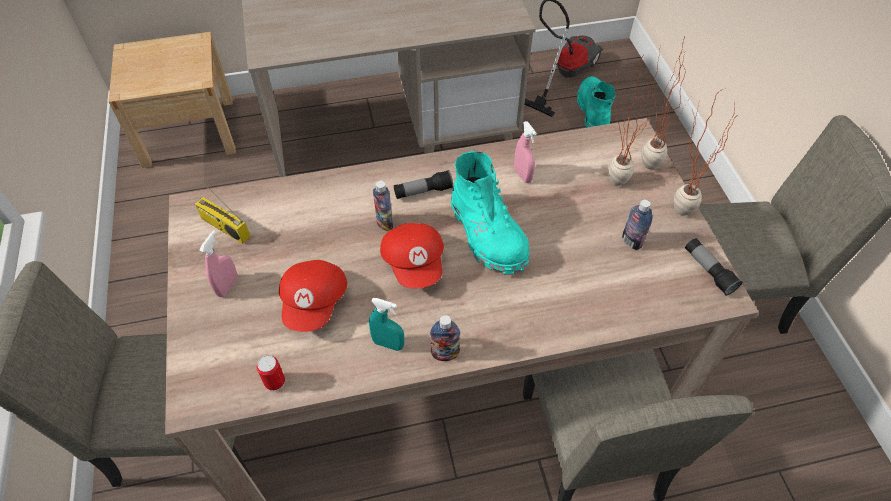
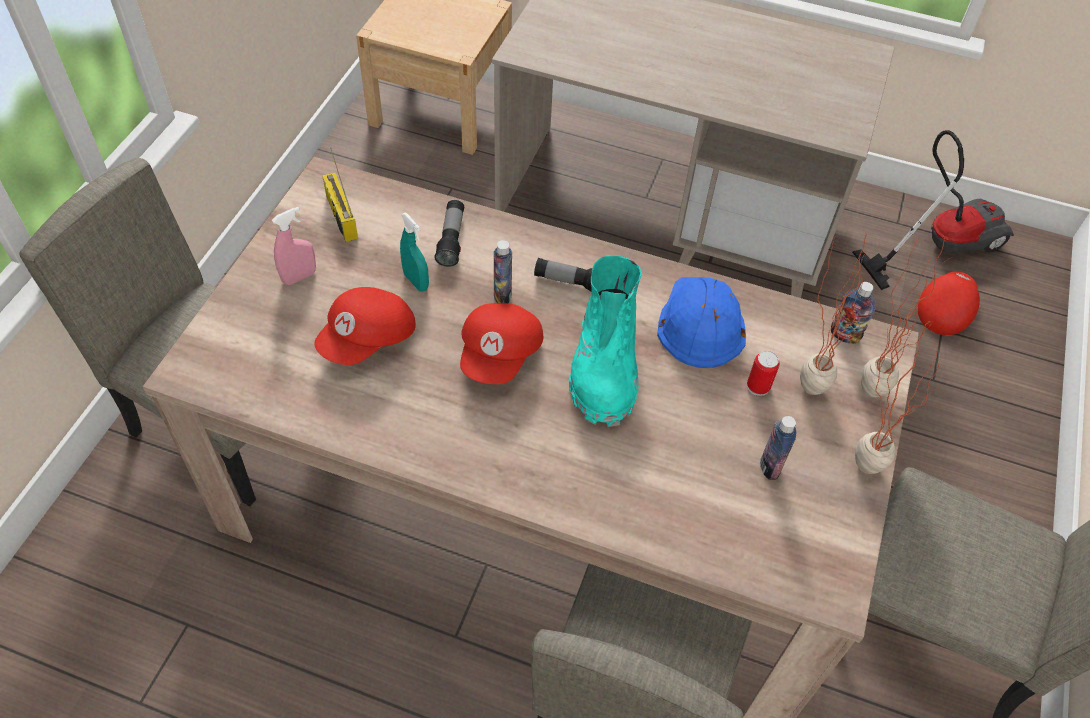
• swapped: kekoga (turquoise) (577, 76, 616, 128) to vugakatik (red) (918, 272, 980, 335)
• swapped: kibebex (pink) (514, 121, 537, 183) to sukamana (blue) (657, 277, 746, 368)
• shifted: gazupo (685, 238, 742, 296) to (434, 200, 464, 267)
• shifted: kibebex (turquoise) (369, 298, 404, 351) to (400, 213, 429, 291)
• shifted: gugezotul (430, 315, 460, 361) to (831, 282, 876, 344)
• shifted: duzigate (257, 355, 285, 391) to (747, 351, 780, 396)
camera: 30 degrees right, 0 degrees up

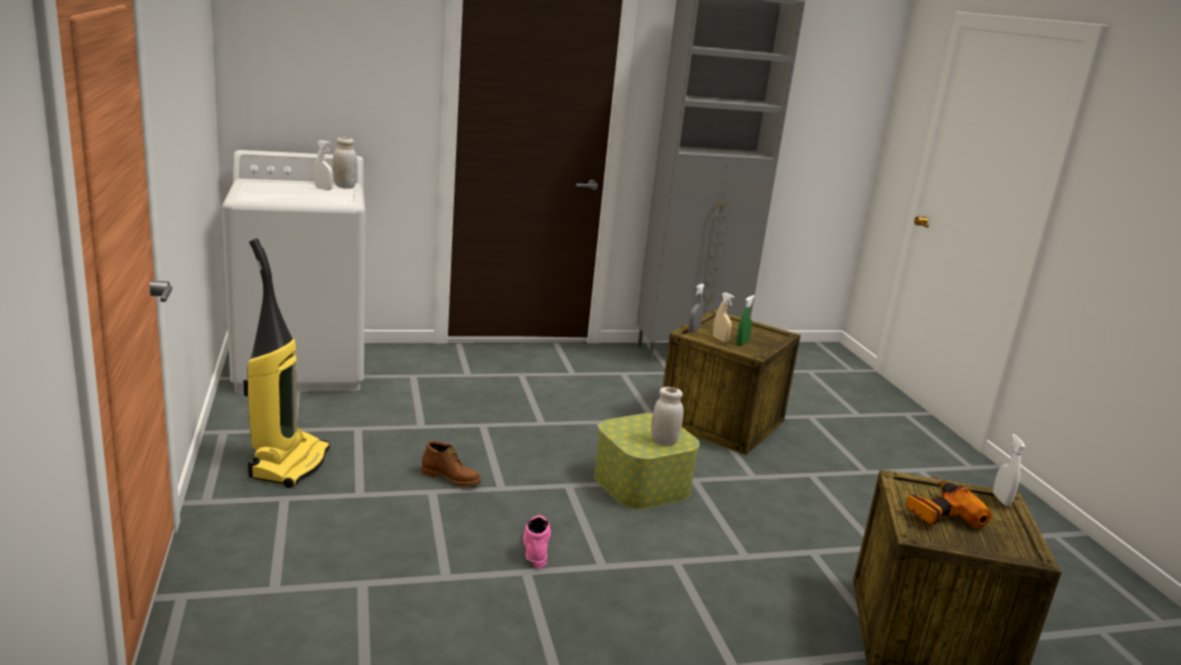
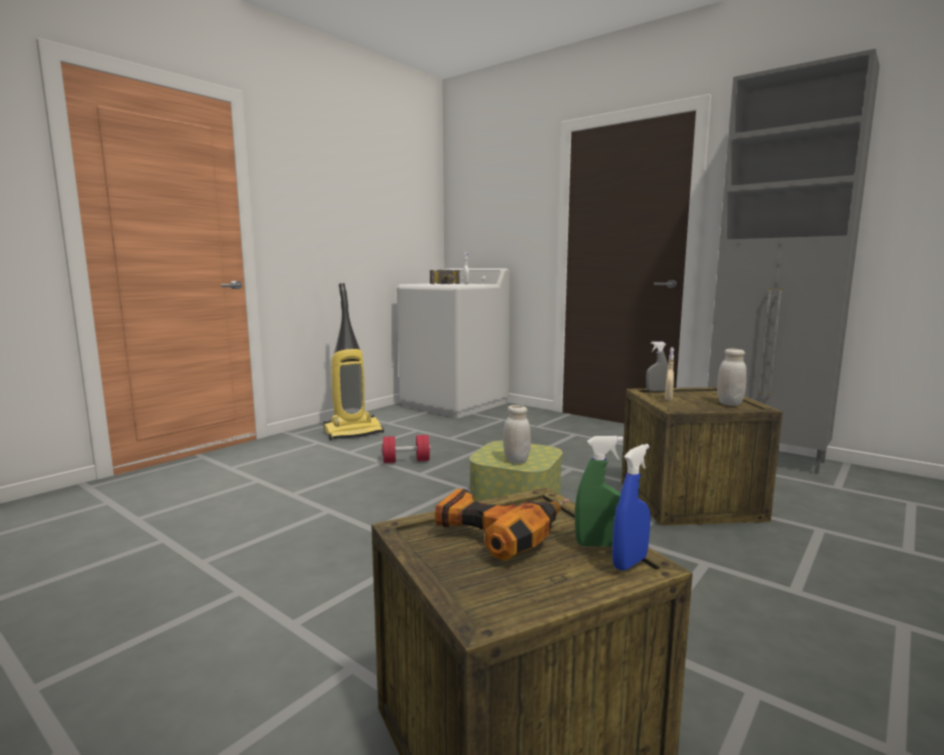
• shifted: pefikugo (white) (332, 137, 358, 189) to (717, 349, 747, 406)
• shifted: kibebex (green) (736, 295, 755, 345) to (575, 436, 624, 546)
• repainted: kibebex (white) (993, 434, 1025, 506) to kibebex (blue) (612, 444, 651, 570)
• swapped: kekoga (brown) (421, 441, 481, 486) to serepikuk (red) (381, 435, 431, 463)
• gone: kekoga (pink) (523, 515, 551, 569)
• new: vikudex (430, 270, 460, 284)
camera: 55 degrees right, 10 degrees down

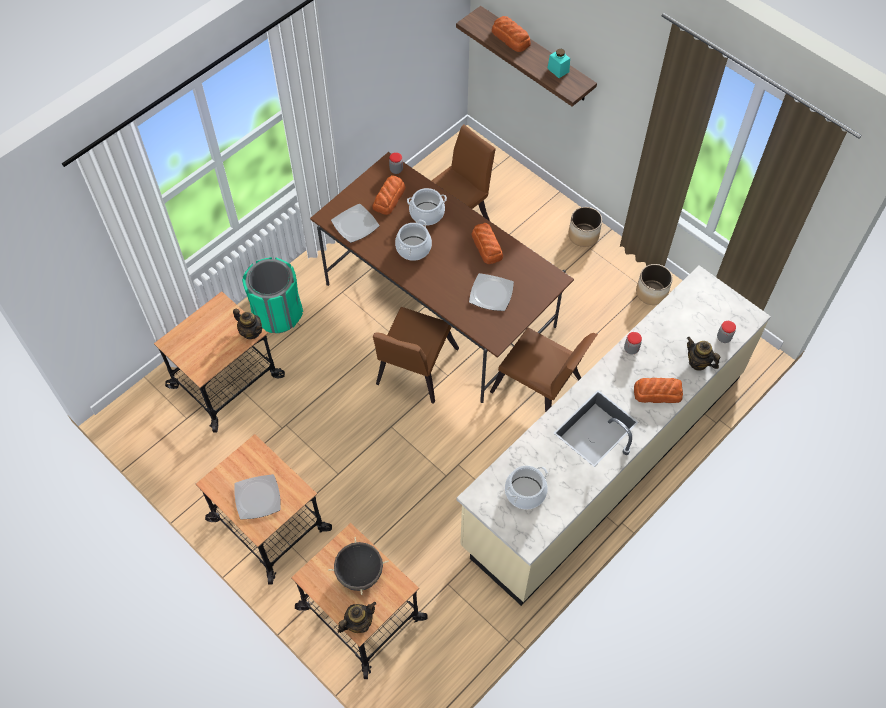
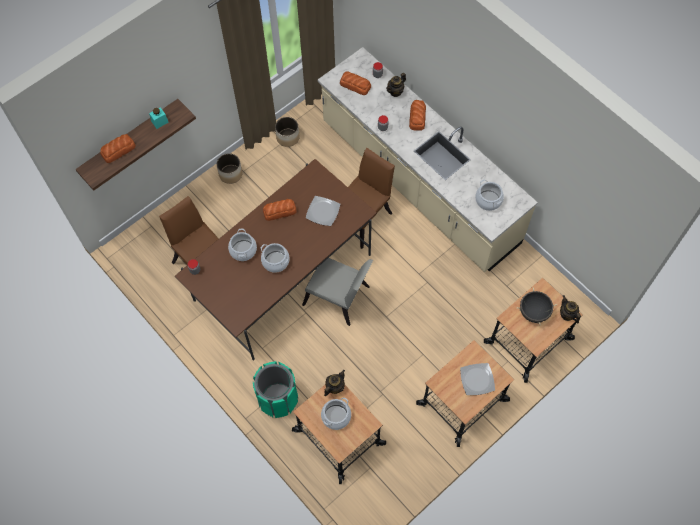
• shifted: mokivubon (372, 175, 405, 215) to (340, 71, 371, 95)
• gone: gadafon (331, 204, 380, 243)
• repainted: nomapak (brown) (373, 307, 459, 404) to nomapak (grey) (302, 258, 373, 326)
• new: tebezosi (321, 398, 351, 430)
camera: 85 degrees left, 5 degrees up

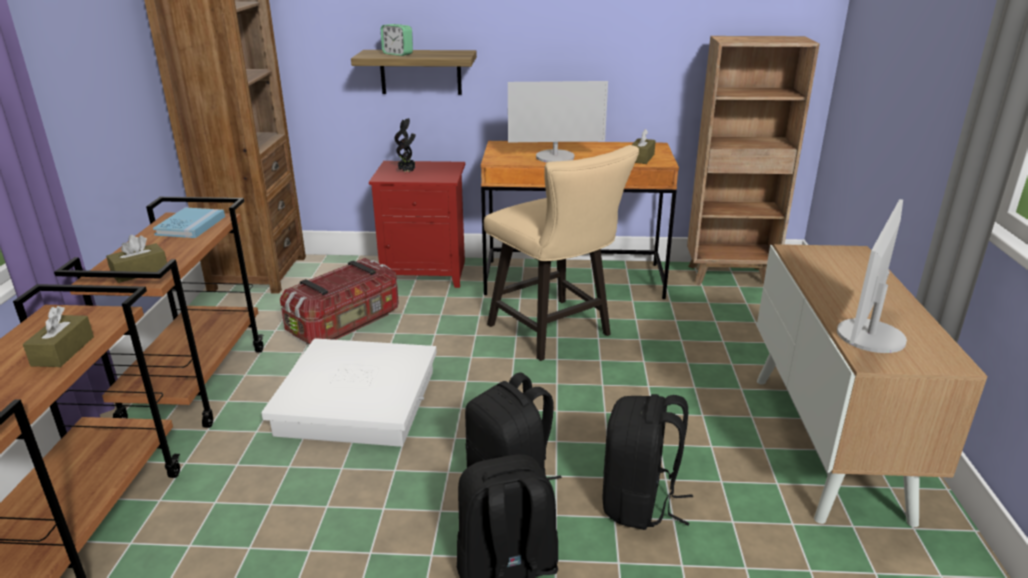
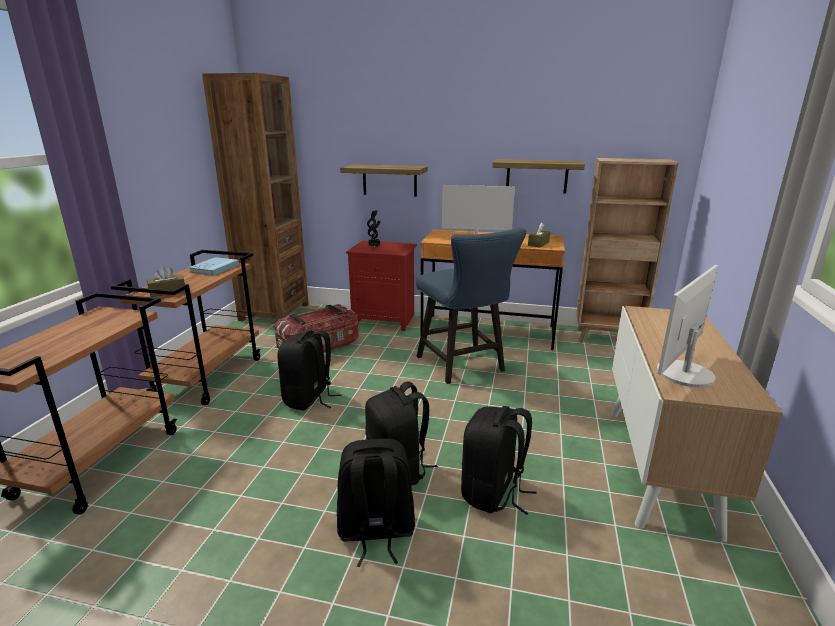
• gone: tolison (381, 24, 413, 56)
• repainted: nomapak (beige) (484, 145, 639, 361) to nomapak (blue) (416, 228, 527, 384)
• gone: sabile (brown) (23, 306, 94, 367)
• swapped: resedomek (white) (261, 338, 437, 447) to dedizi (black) (277, 330, 341, 411)
• new: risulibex (492, 159, 585, 194)
camera: 10 degrees right, 5 degrees down

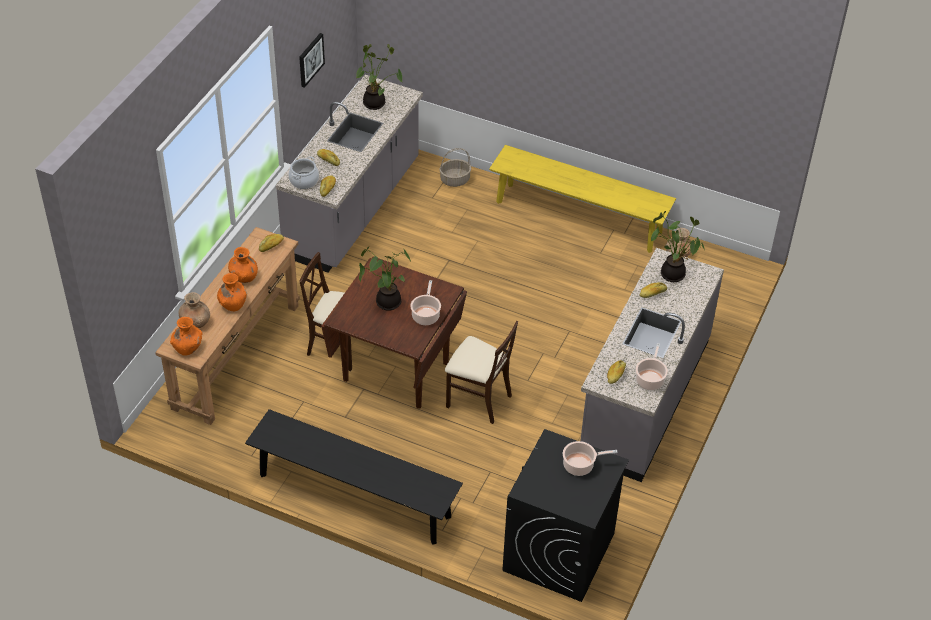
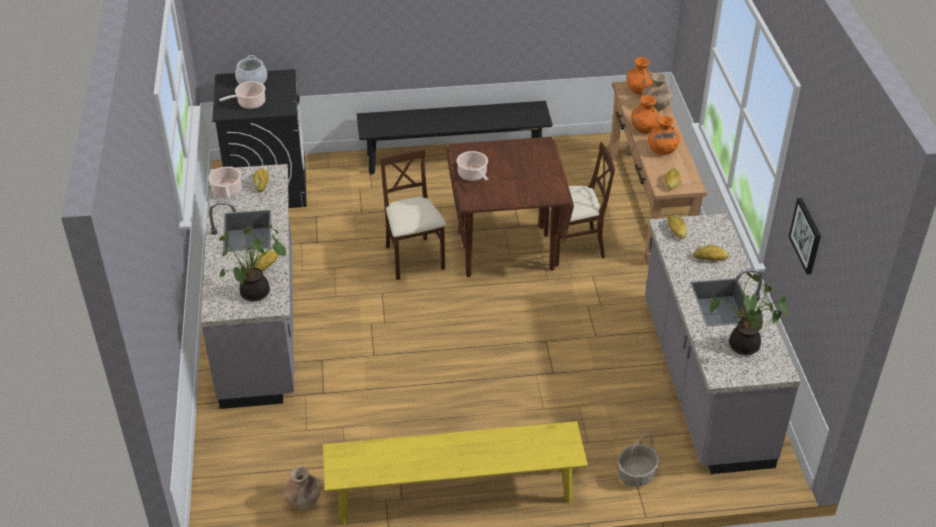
• shifted: tebezosi (288, 156, 319, 189) to (235, 55, 267, 84)
• gone: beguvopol (359, 247, 412, 311)
• rotated: nomapak (beige) (445, 321, 518, 424) = (379, 149, 446, 280) 75 degrees clockwise
camera: 150 degrees right, 5 degrees down

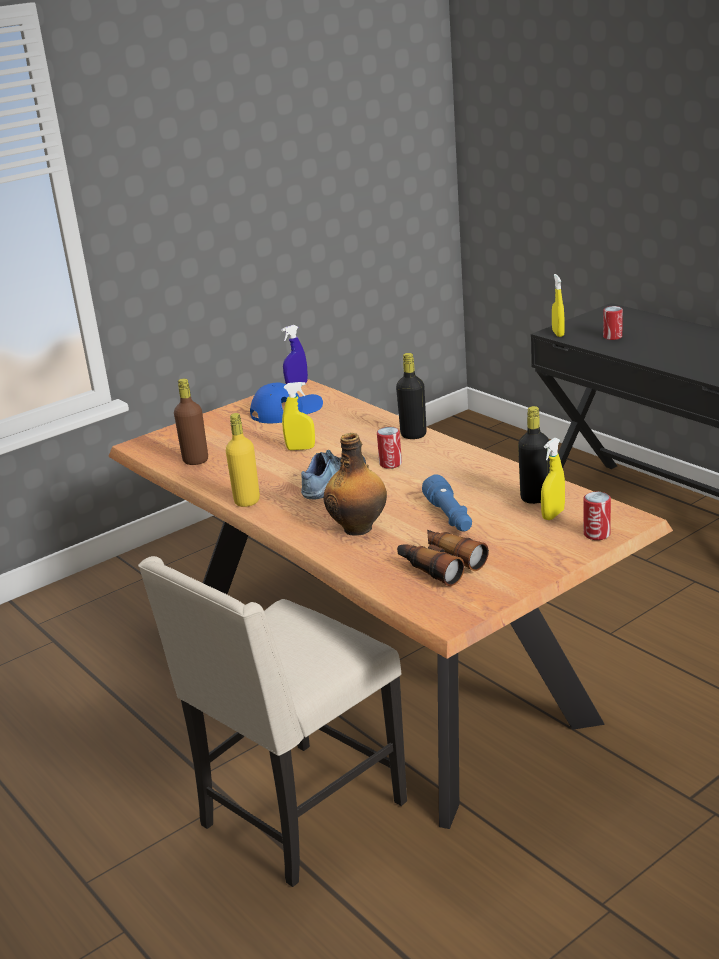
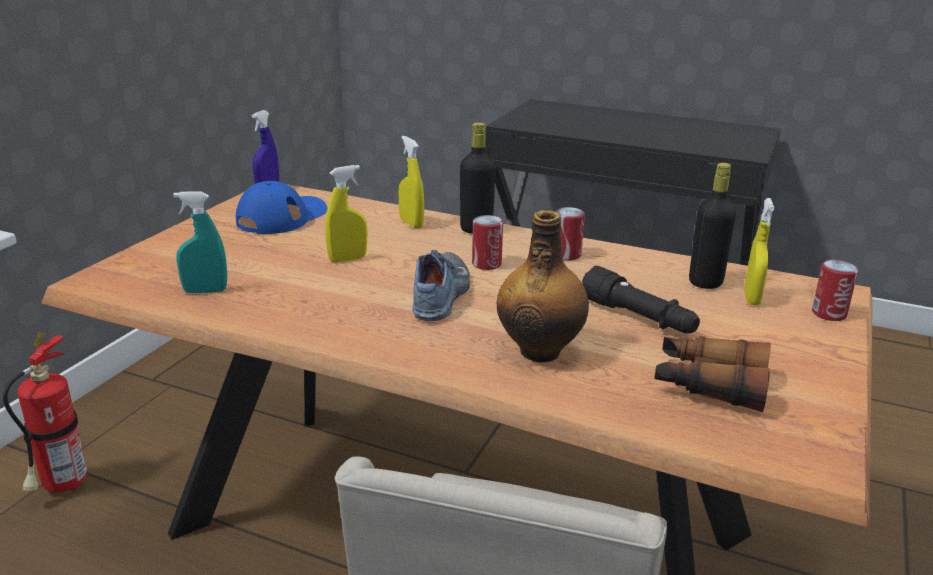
• shifted: kibebex (yellow) (552, 274, 564, 337) to (398, 136, 424, 228)
• shifted: duzigate (603, 306, 623, 340) to (556, 207, 585, 260)
• swapped: gugezotul (brown) (174, 379, 208, 465) to kibebex (turquoise) (173, 191, 227, 293)
• gone: gugezotul (yellow) (226, 413, 260, 507)
• repainted: gazupo (blue) (422, 474, 472, 531) to gazupo (black) (582, 266, 700, 334)
• new: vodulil (3, 333, 87, 494)
camera: 30 degrees left, 0 degrees up

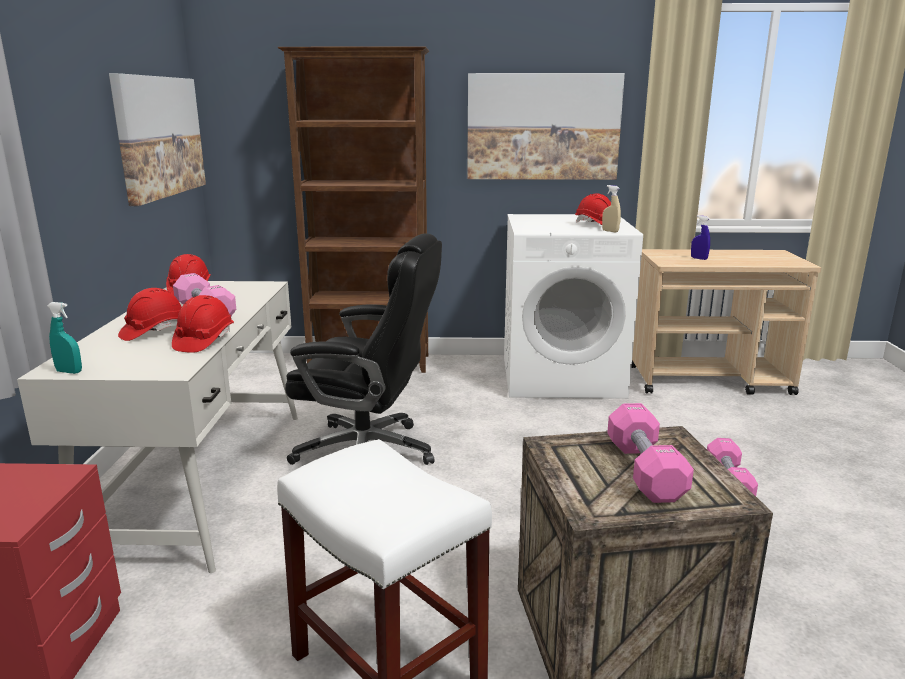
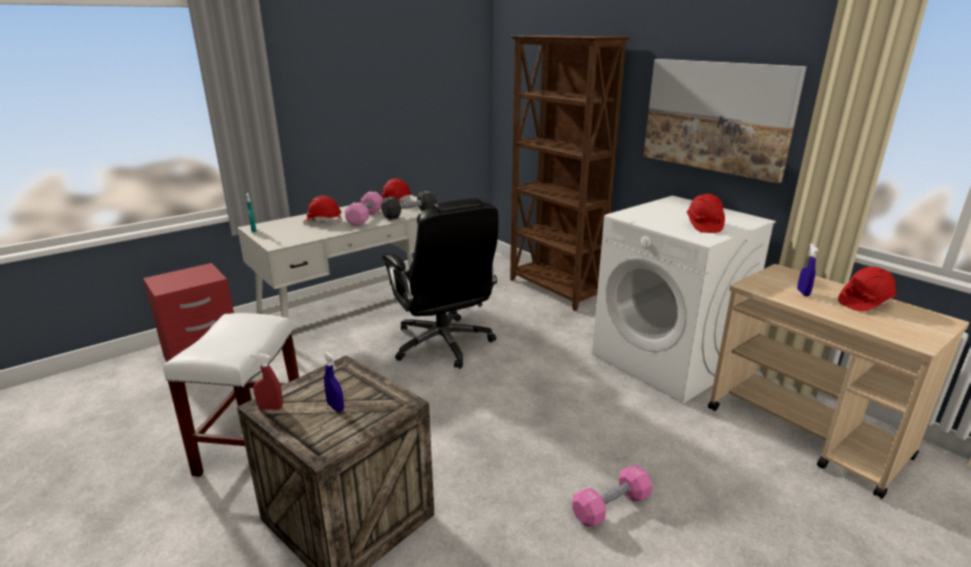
• gone: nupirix (109, 73, 206, 206)
• gone: kibebex (beige) (602, 185, 621, 232)
• shifted: sukamana (red) (172, 295, 234, 353) to (838, 267, 897, 311)
• swapped: serepikuk (pink) (607, 403, 694, 503) to kibebex (blue) (324, 352, 344, 412)
• new: serepikuk (black) (381, 191, 437, 220)
• new: kibebex (red) (250, 354, 283, 410)
camera: 50 degrees right, 5 degrees up

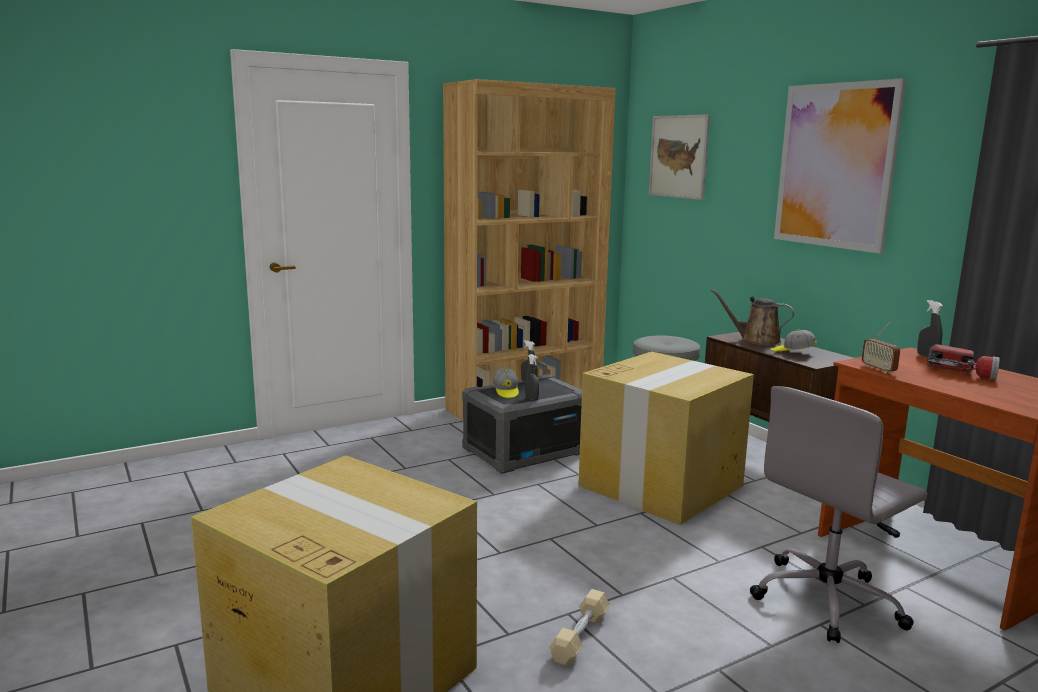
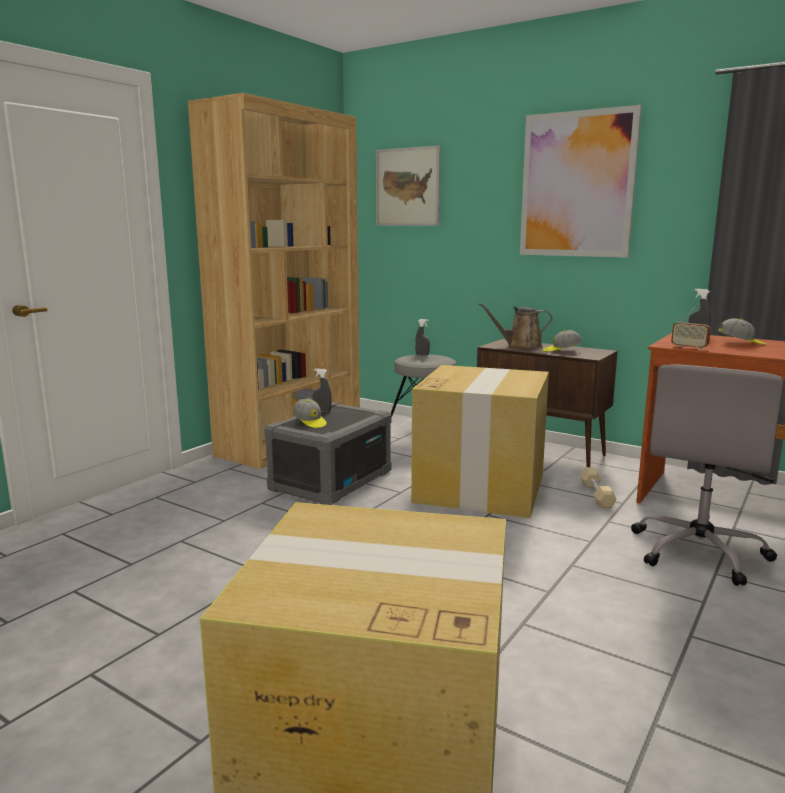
• swapped: gazupo (927, 344, 1000, 380) to vugakatik (718, 319, 767, 345)
• shifted: kibebex (grey) (525, 354, 539, 401) to (415, 319, 430, 356)
• shifted: serepikuk (beige) (549, 589, 610, 666) to (580, 467, 617, 508)
camera: 25 degrees left, 0 degrees up

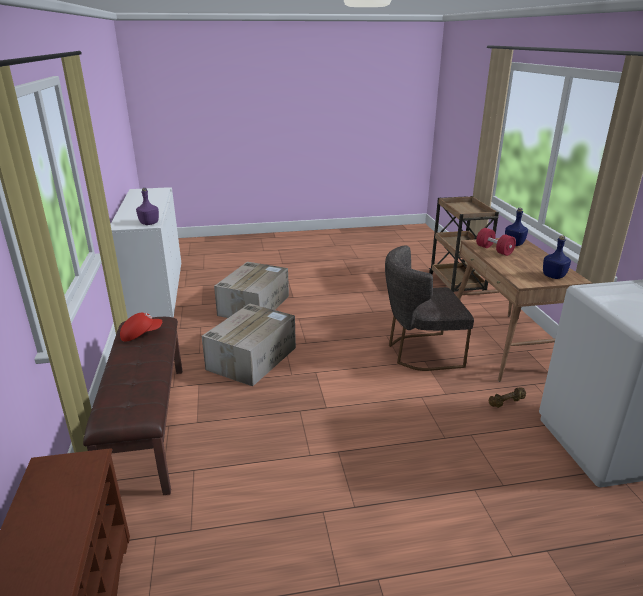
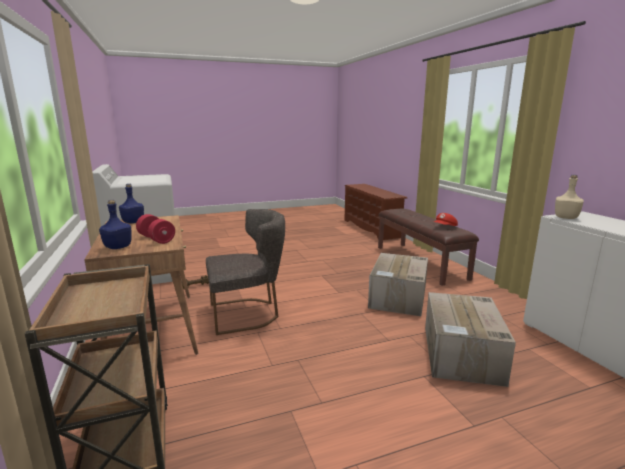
• repainted: gugezotul (purple) (136, 188, 159, 225) to gugezotul (beige) (555, 175, 584, 219)
camera: 170 degrees right, 10 degrees down

